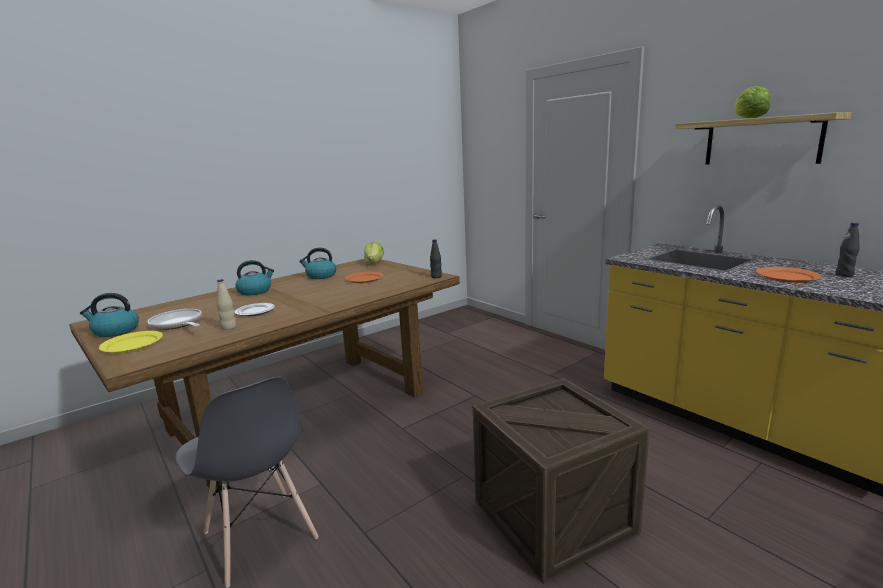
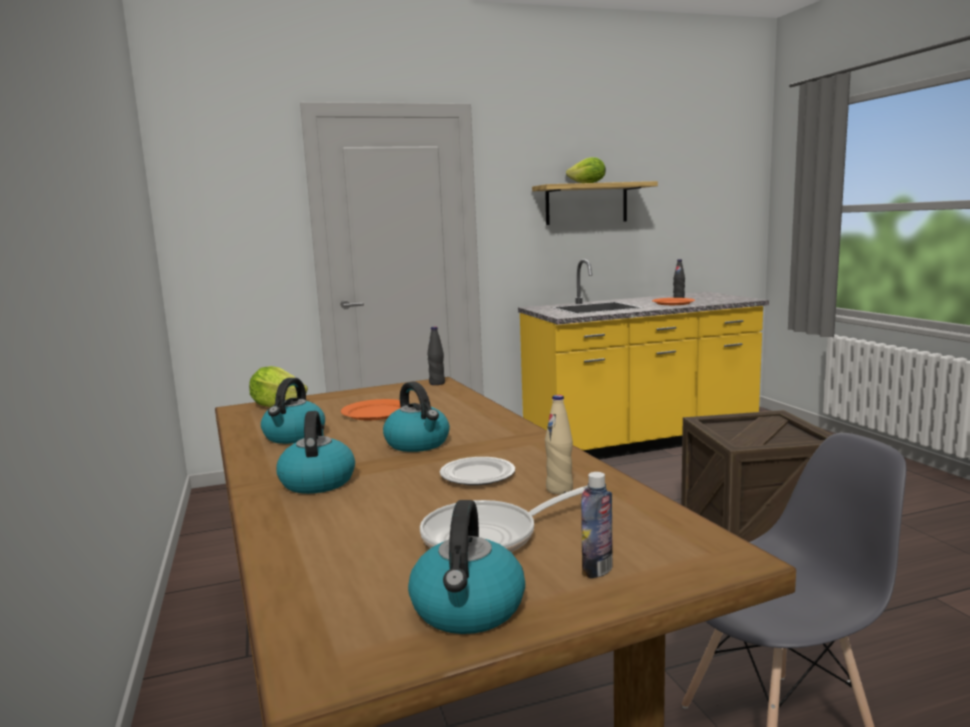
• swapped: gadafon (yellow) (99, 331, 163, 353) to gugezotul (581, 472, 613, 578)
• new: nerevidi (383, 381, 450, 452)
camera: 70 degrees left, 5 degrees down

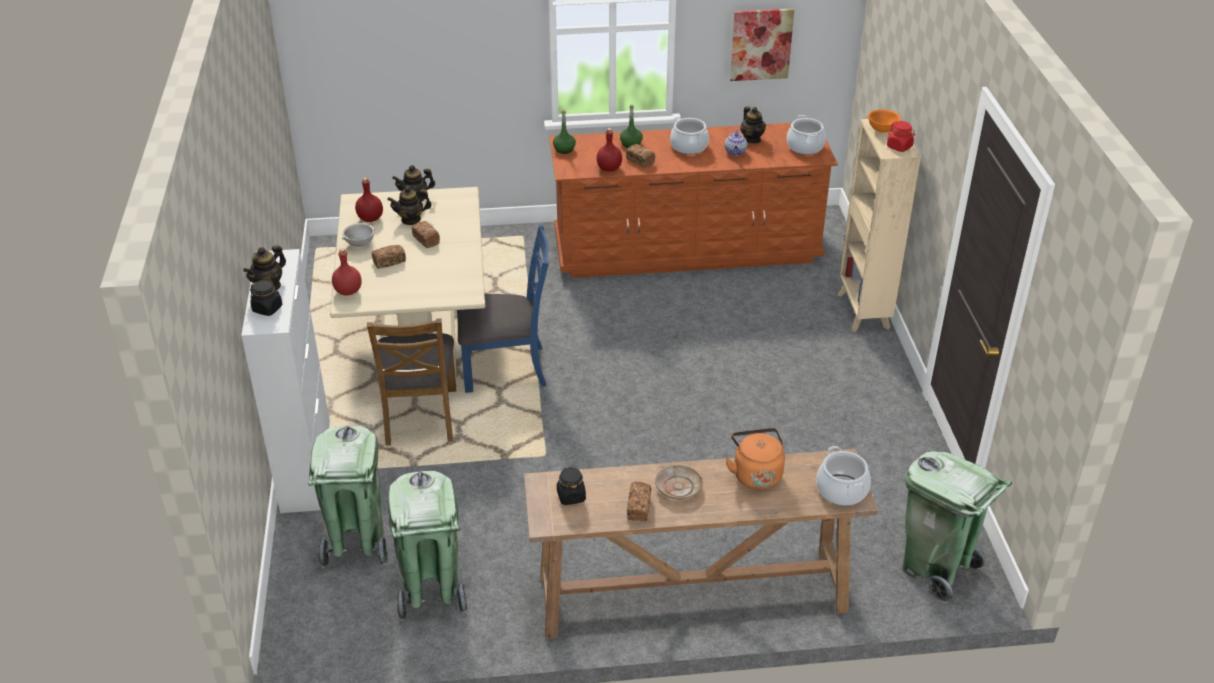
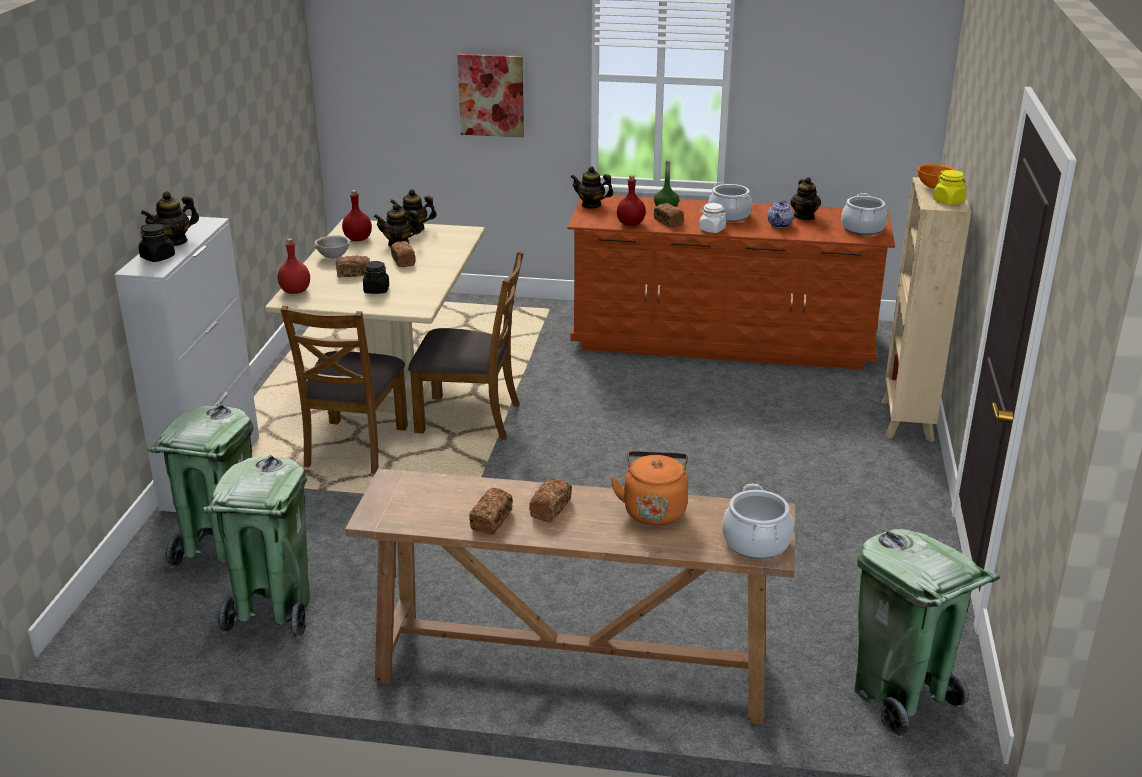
• shifted: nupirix (730, 8, 794, 81) to (457, 54, 524, 138)
• swapped: gugezotul (green) (553, 110, 576, 154) to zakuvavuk (571, 166, 614, 209)
• repainted: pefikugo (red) (887, 121, 915, 152) to pefikugo (yellow) (933, 170, 967, 205)
• repainted: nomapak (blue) (457, 225, 549, 393) to nomapak (brown) (408, 251, 524, 440)
• swapped: gadafon (beige) (655, 465, 703, 500) to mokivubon (529, 478, 572, 522)
• shifted: pefikugo (black) (557, 467, 586, 505) to (363, 261, 389, 294)
• new: pefikugo (white) (699, 203, 726, 233)
camera: 15 degrees right, 10 degrees down

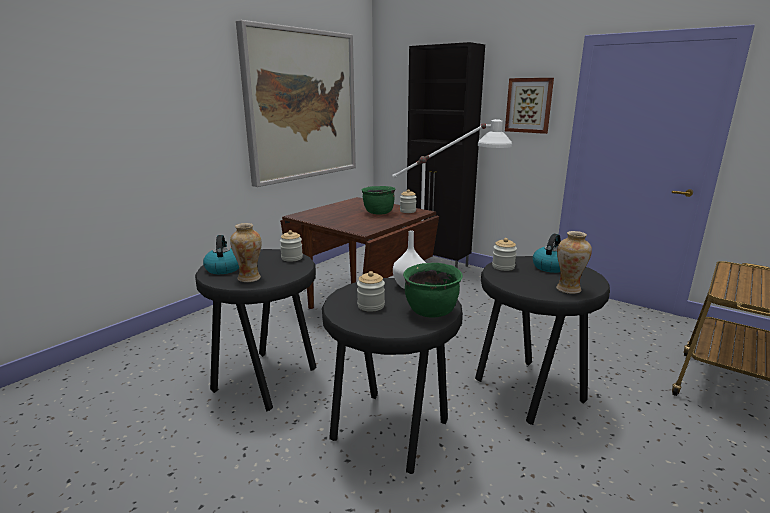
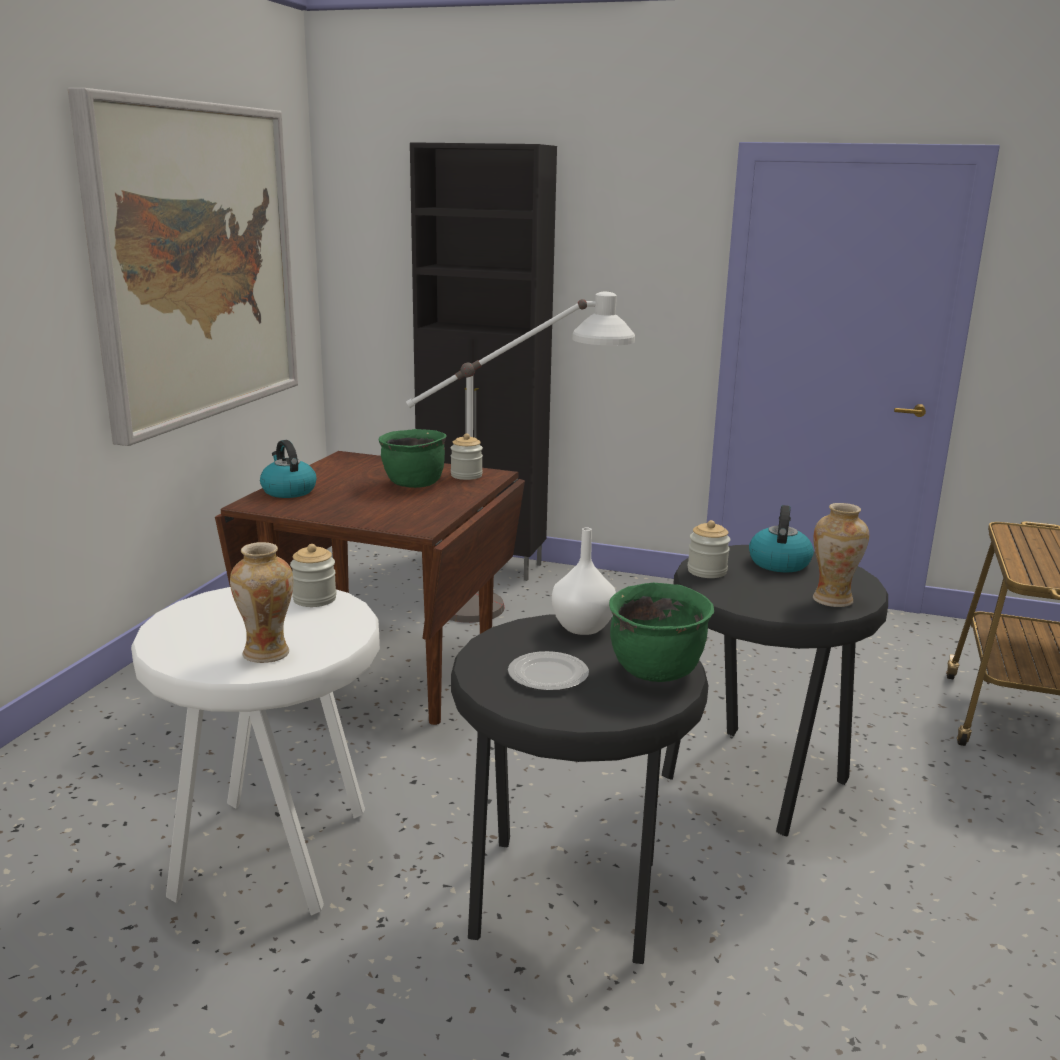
• gone: nupirix (505, 78, 554, 134)
• shifted: nerevidi (203, 235, 239, 274) to (260, 440, 317, 498)
• repainted: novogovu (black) (195, 249, 317, 411) to novogovu (white) (131, 587, 380, 916)
• swapped: pefikugo (357, 271, 385, 312) to gadafon (508, 651, 589, 691)
camera: 20 degrees left, 0 degrees up

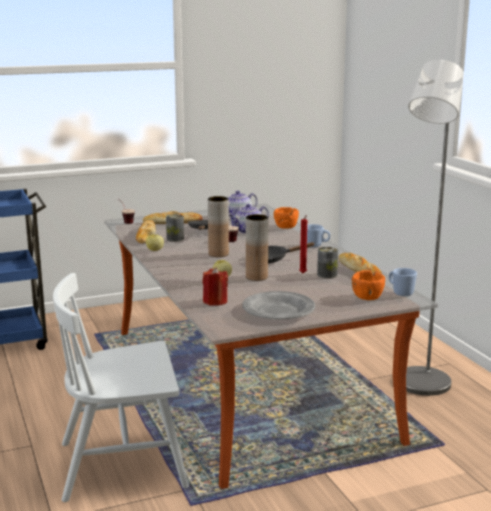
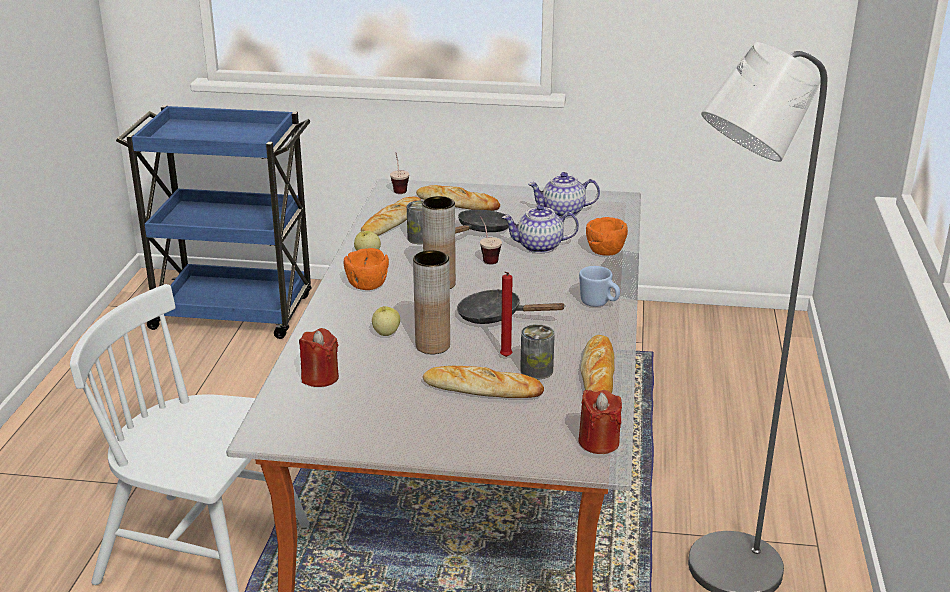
• swapped: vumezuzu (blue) (389, 268, 417, 296) to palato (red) (578, 390, 622, 454)
• shifted: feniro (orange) (352, 270, 385, 300) to (344, 248, 389, 290)
• gone: gadafon (grey) (242, 291, 315, 320)
• new: mokivubon (423, 366, 544, 398)
camera: 30 degrees right, 10 degrees up

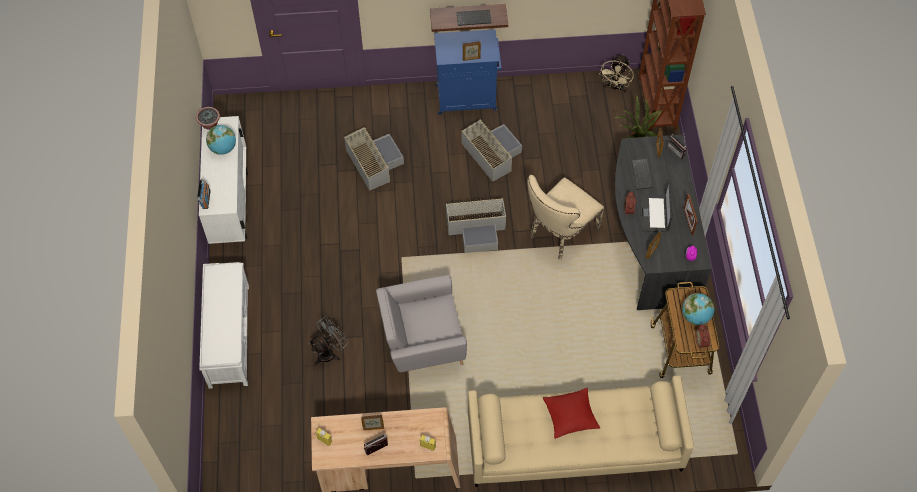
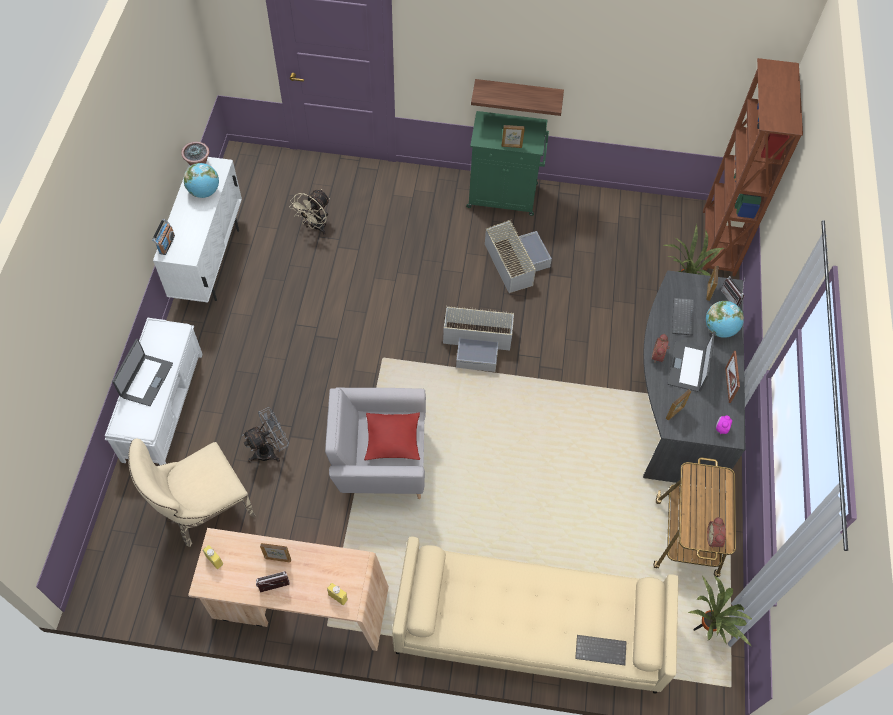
• shifted: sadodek (457, 10, 492, 26) to (575, 635, 627, 665)
• repainted: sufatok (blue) (434, 29, 502, 115) to sufatok (green) (466, 111, 549, 216)
• shifted: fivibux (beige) (600, 55, 634, 92) to (289, 189, 330, 235)
• gone: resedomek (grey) (344, 127, 404, 190)
• shifted: nomapak (beige) (527, 175, 604, 260) to (128, 439, 256, 547)
• shifted: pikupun (682, 293, 714, 325) to (706, 301, 744, 338)
• shifted: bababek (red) (543, 388, 600, 439) to (364, 413, 420, 460)
• new: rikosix (112, 339, 173, 406)
• new: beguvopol (688, 575, 752, 646)
camera: 10 degrees right, 0 degrees up

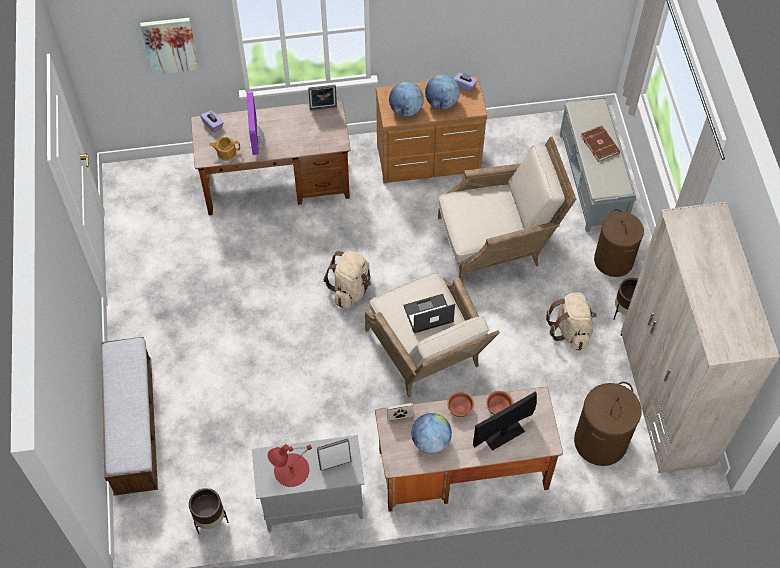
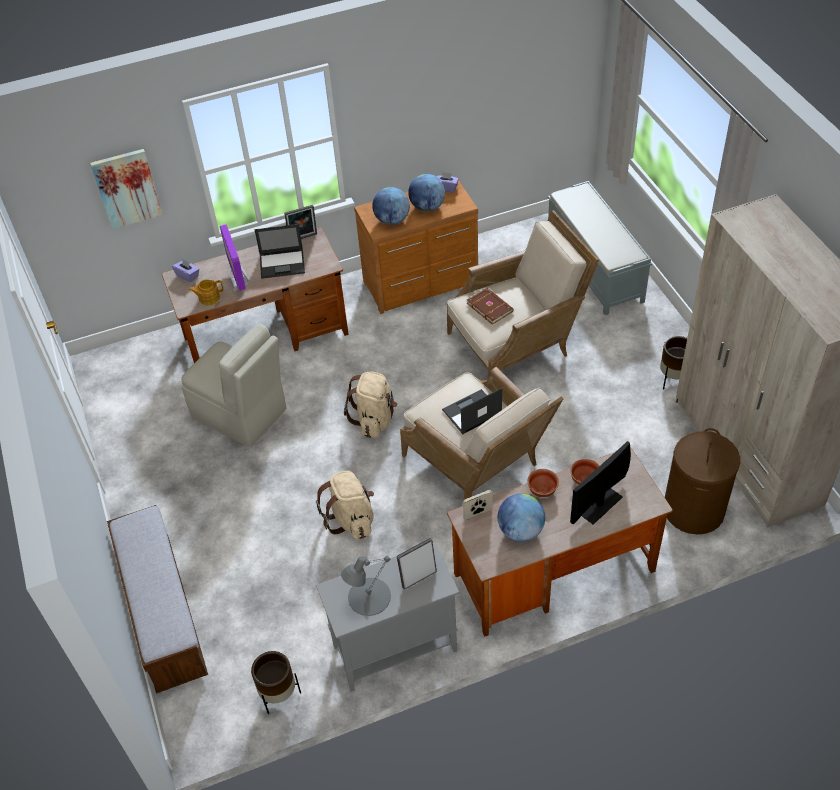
• shifted: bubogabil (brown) (581, 126, 620, 162) to (467, 288, 514, 325)
• gone: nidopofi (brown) (594, 209, 644, 277)
• shifted: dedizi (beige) (546, 293, 597, 350) to (316, 471, 374, 539)
• repainted: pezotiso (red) (268, 444, 312, 487) to pezotiso (grey) (341, 556, 391, 616)
• new: rikosix (254, 224, 305, 279)
• new: nomapak (beige) (181, 324, 286, 447)
camera: 10 degrees left, 10 degrees down

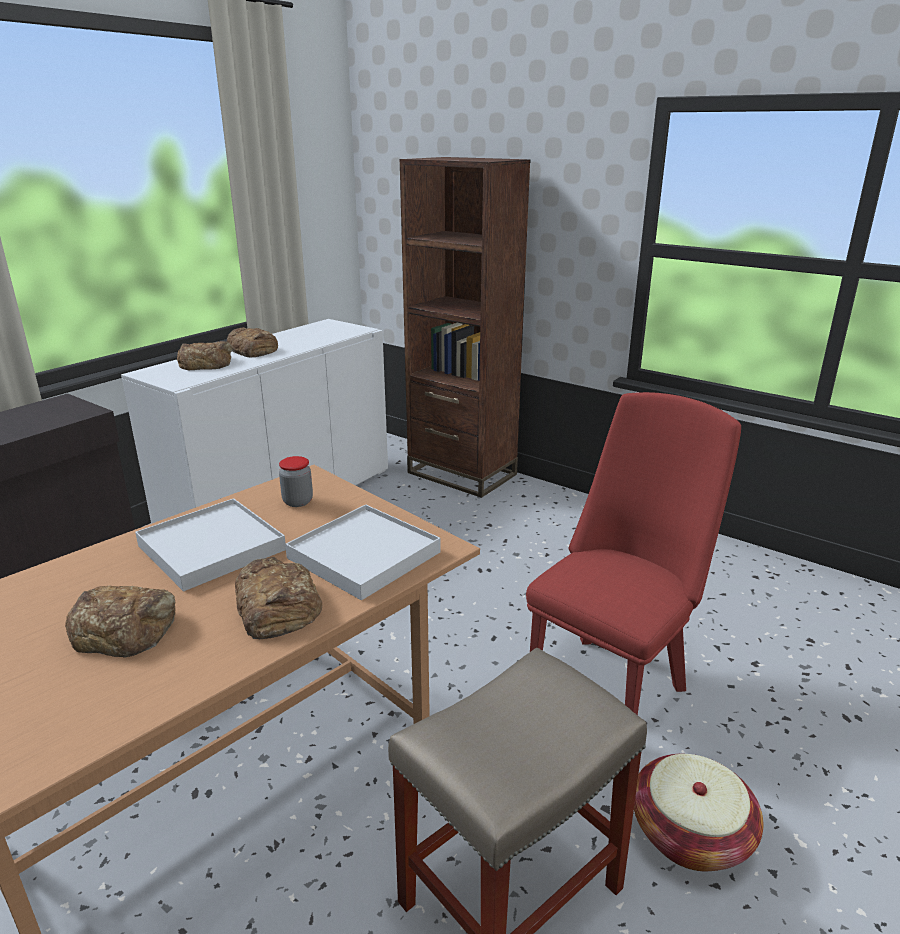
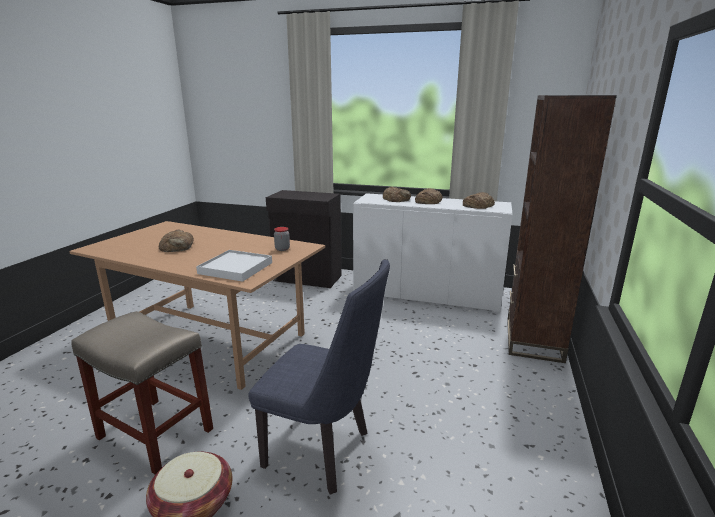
• repainted: nomapak (red) (526, 392, 741, 715) to nomapak (blue) (248, 260, 390, 495)
• gone: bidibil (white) (135, 498, 286, 592)
• shifted: mokivubon (235, 557, 322, 639) to (463, 192, 495, 209)
camera: 70 degrees right, 5 degrees down

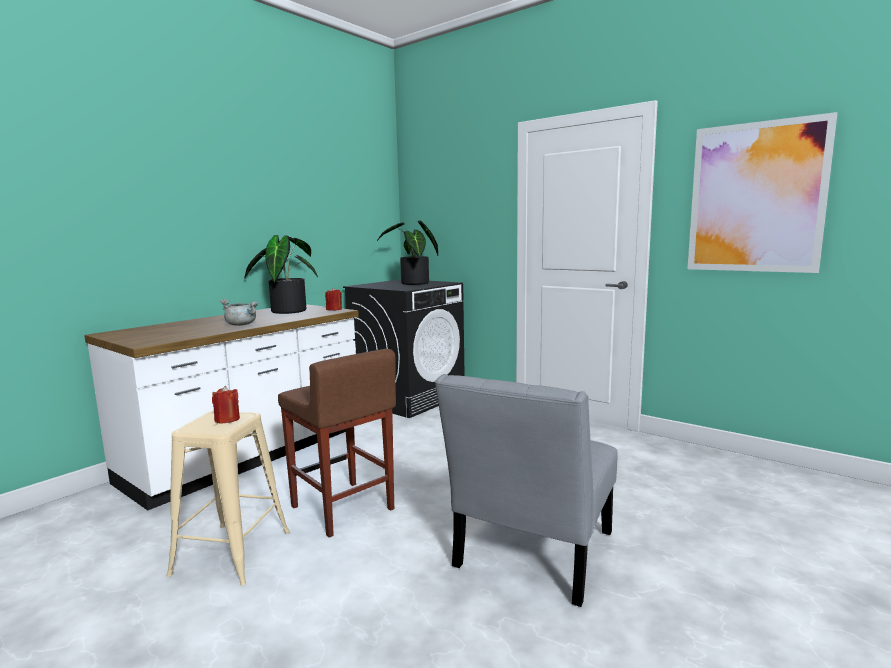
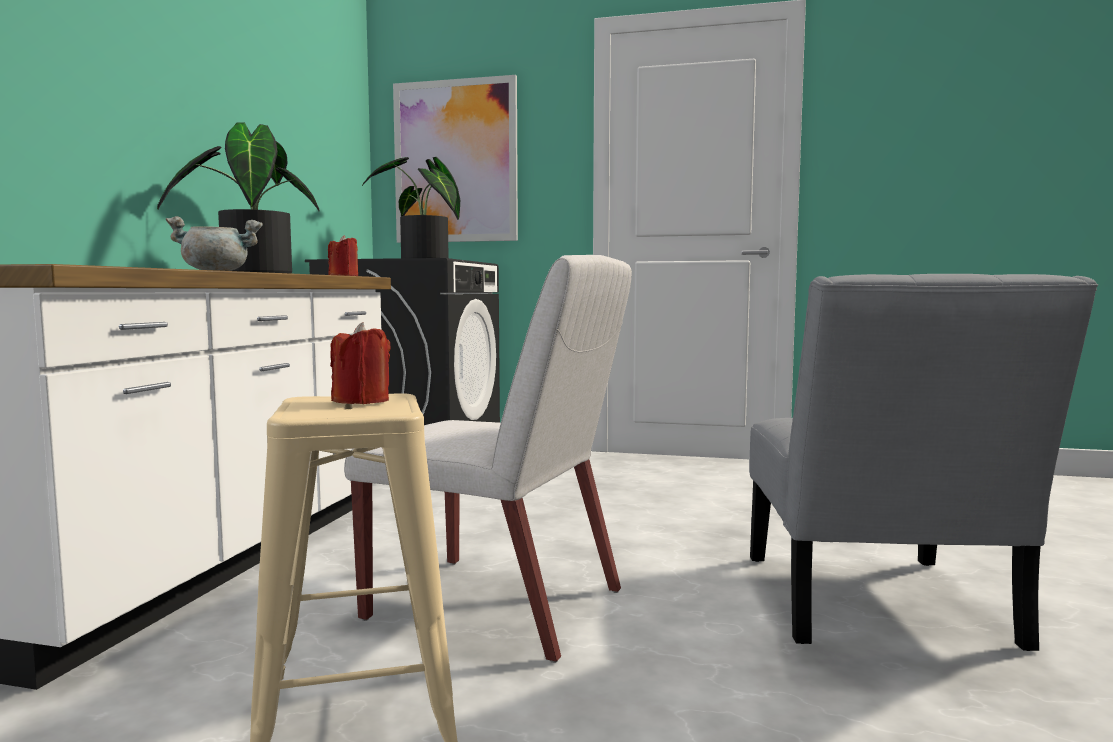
• shifted: nupirix (687, 112, 837, 273) to (393, 75, 518, 243)
• swapped: novogovu (brown) (278, 349, 396, 538) to nomapak (white) (344, 255, 632, 663)
camera: 25 degrees left, 5 degrees down

